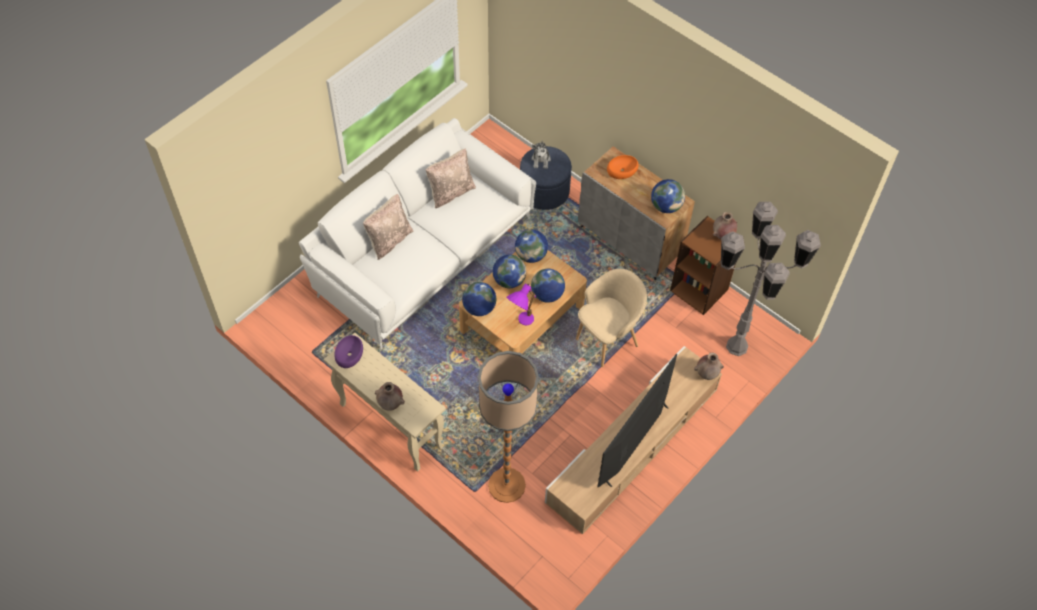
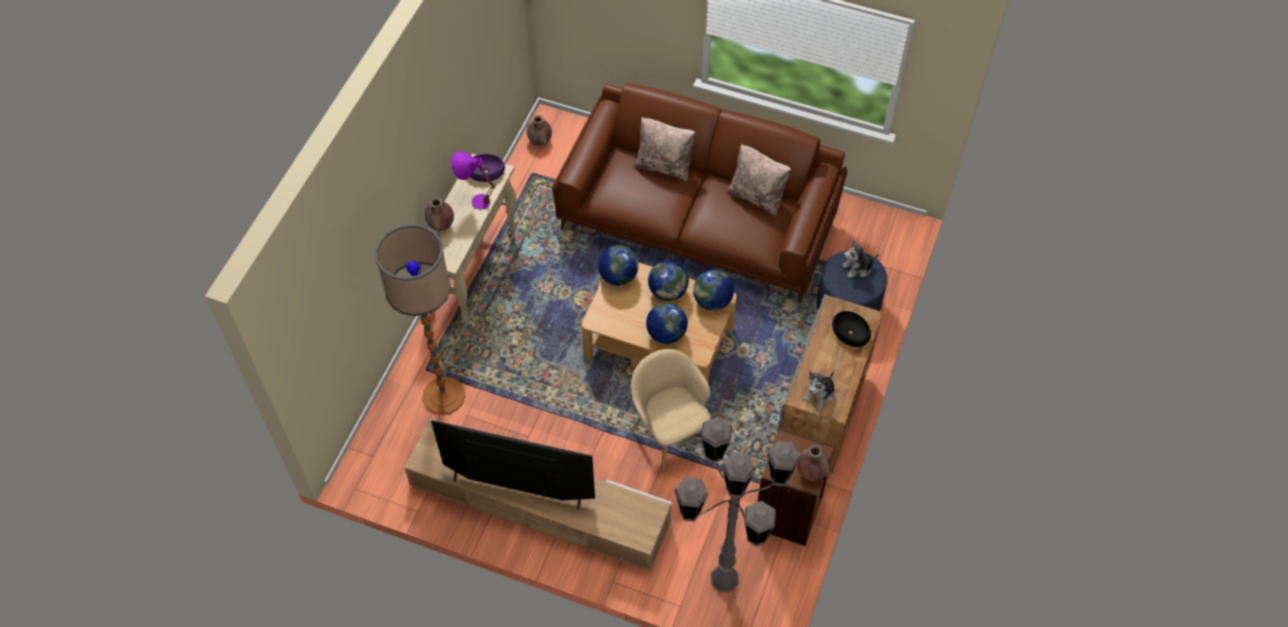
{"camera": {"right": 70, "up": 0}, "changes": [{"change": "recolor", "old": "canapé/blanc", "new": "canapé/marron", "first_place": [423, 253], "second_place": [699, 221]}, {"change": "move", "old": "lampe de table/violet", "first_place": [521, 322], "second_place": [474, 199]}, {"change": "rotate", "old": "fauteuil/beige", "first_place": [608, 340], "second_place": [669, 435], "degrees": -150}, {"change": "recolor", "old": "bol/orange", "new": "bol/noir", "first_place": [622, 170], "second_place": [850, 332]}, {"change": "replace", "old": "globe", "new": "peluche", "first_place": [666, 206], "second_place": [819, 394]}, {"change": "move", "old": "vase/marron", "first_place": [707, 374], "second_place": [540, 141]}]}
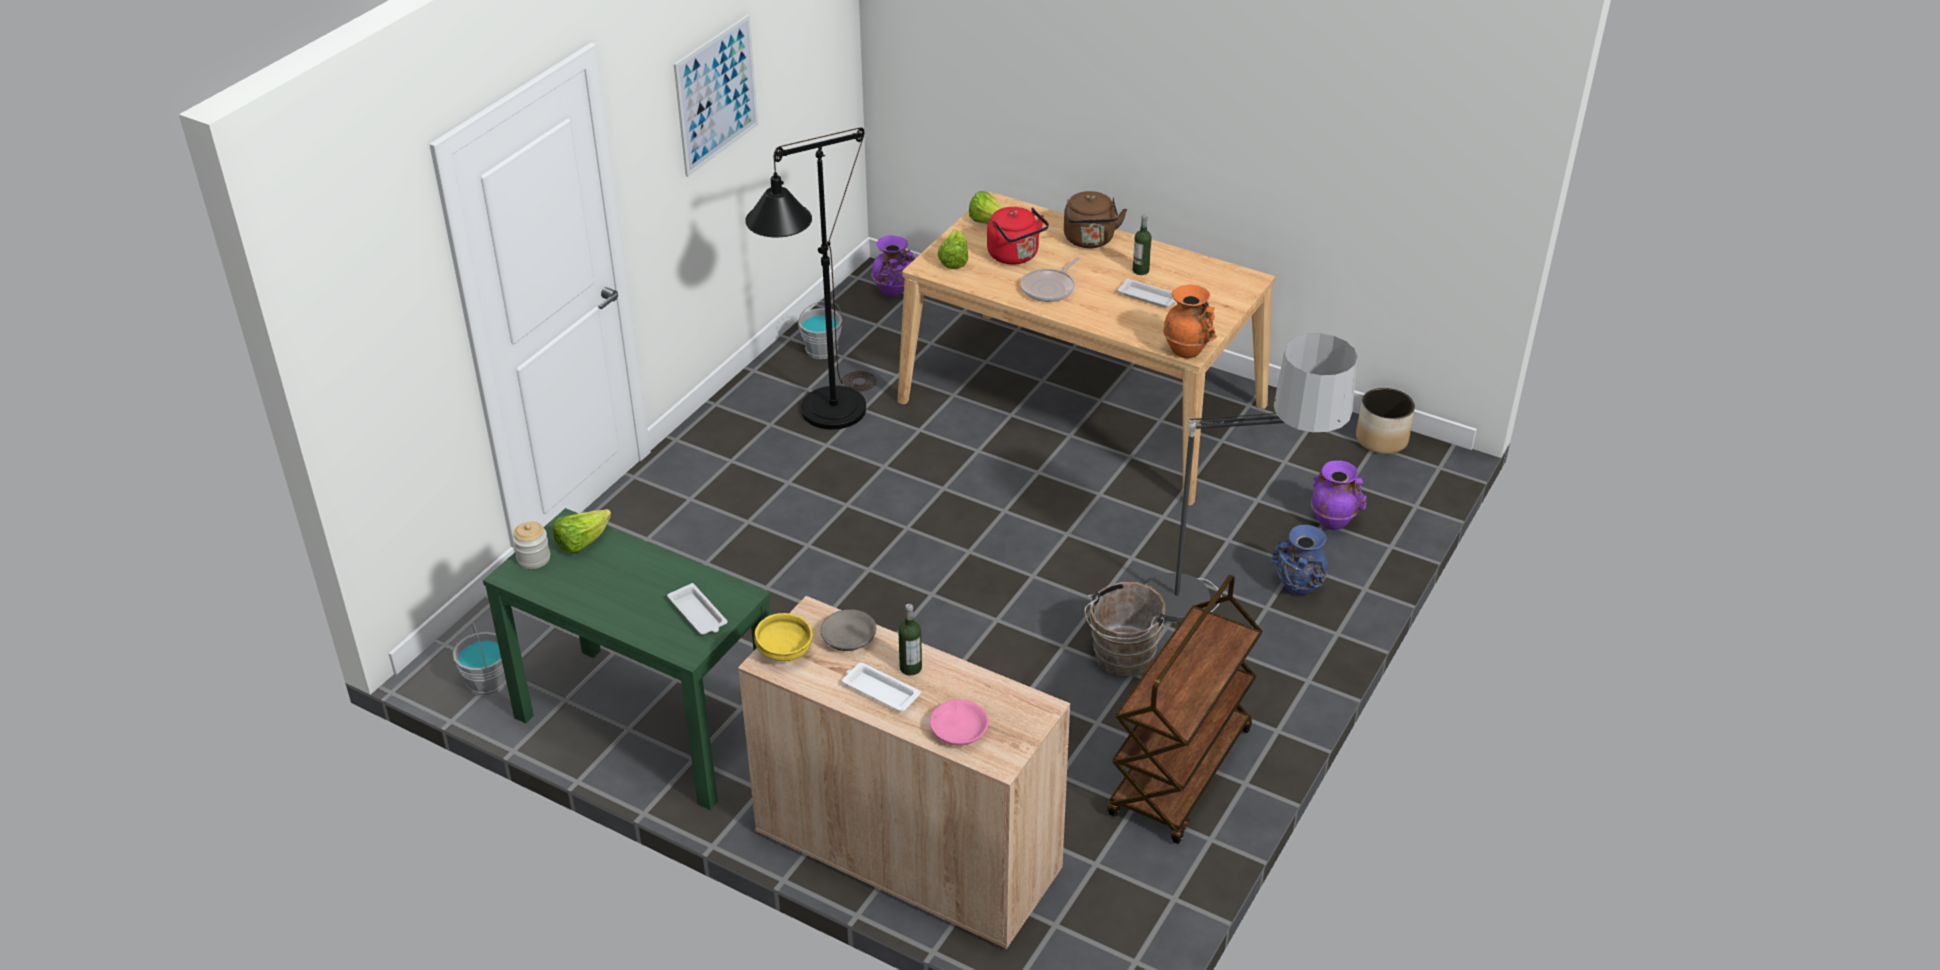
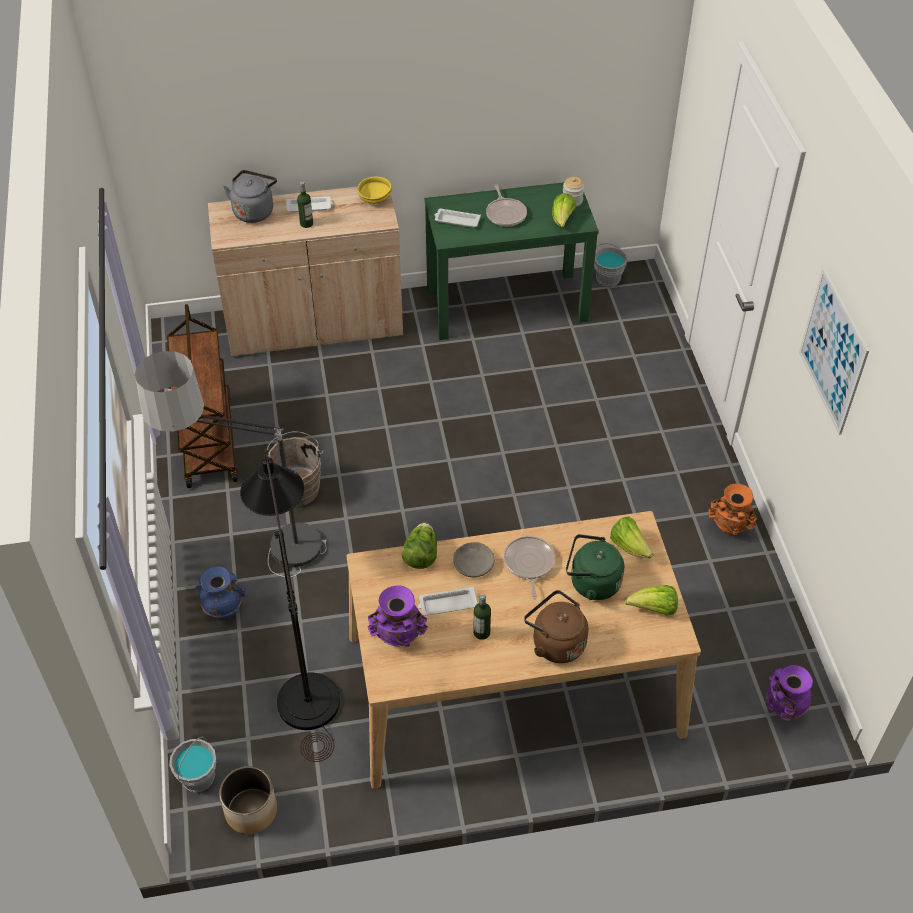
{"camera": {"right": 140, "up": 10}, "changes": [{"change": "move", "old": "lampadaire/noir", "first_place": [823, 420], "second_place": [306, 686]}, {"change": "move", "old": "seau/gris", "first_place": [821, 349], "second_place": [198, 777]}, {"change": "move", "old": "bol/gris", "first_place": [847, 638], "second_place": [473, 564]}, {"change": "replace", "old": "bol/rose", "new": "bouilloire/gris", "first_place": [958, 729], "second_place": [254, 211]}, {"change": "recolor", "old": "bouilloire/rouge", "new": "bouilloire/vert", "first_place": [1015, 256], "second_place": [591, 583]}, {"change": "move", "old": "vase/orange", "first_place": [1187, 350], "second_place": [729, 528]}, {"change": "move", "old": "vase/violet", "first_place": [1333, 521], "second_place": [398, 638]}, {"change": "insert", "new": "laitue", "second_place": [421, 555]}, {"change": "insert", "new": "poêle", "second_place": [505, 214]}]}
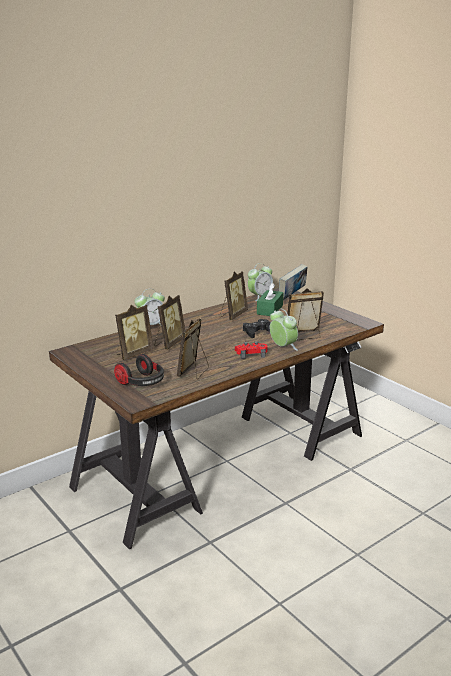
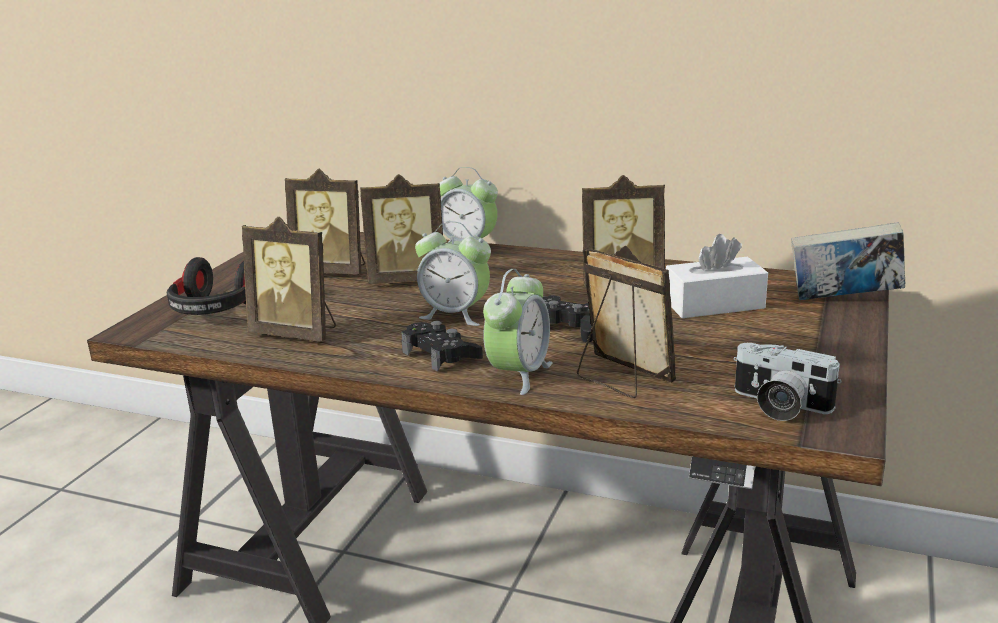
{"camera": {"right": 60, "up": 0}, "changes": [{"change": "rotate", "old": "cadre photo", "first_place": [194, 372], "second_place": [297, 333], "degrees": -150}, {"change": "recolor", "old": "manette/rouge", "new": "manette/noir", "first_place": [251, 354], "second_place": [441, 355]}, {"change": "move", "old": "réveil", "first_place": [260, 297], "second_place": [455, 314]}, {"change": "recolor", "old": "boîte à mouchoirs/vert", "new": "boîte à mouchoirs/blanc", "first_place": [270, 310], "second_place": [714, 304]}, {"change": "insert", "new": "appareil photo", "second_place": [779, 406]}]}
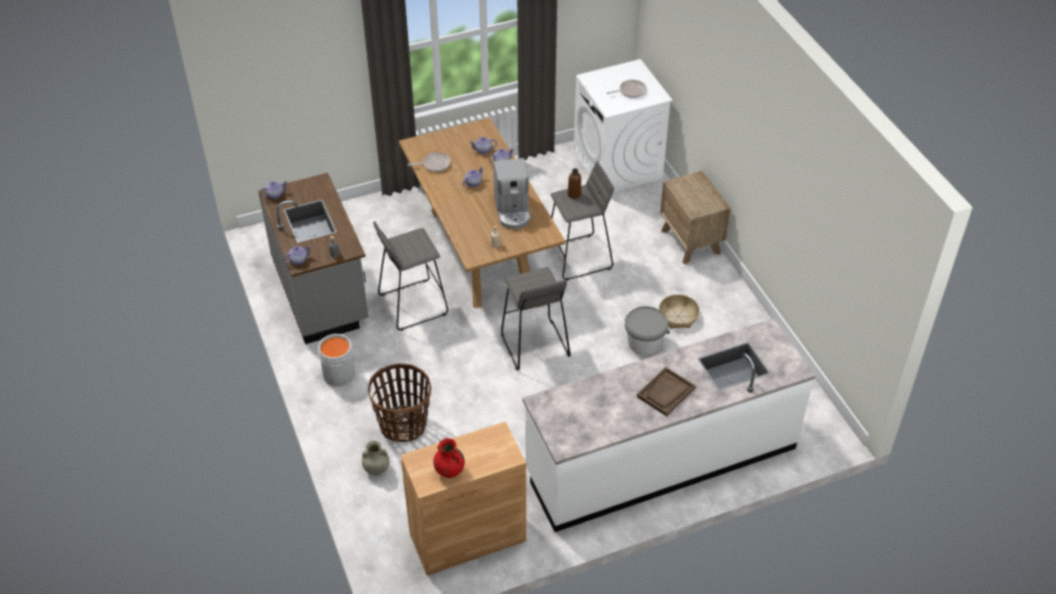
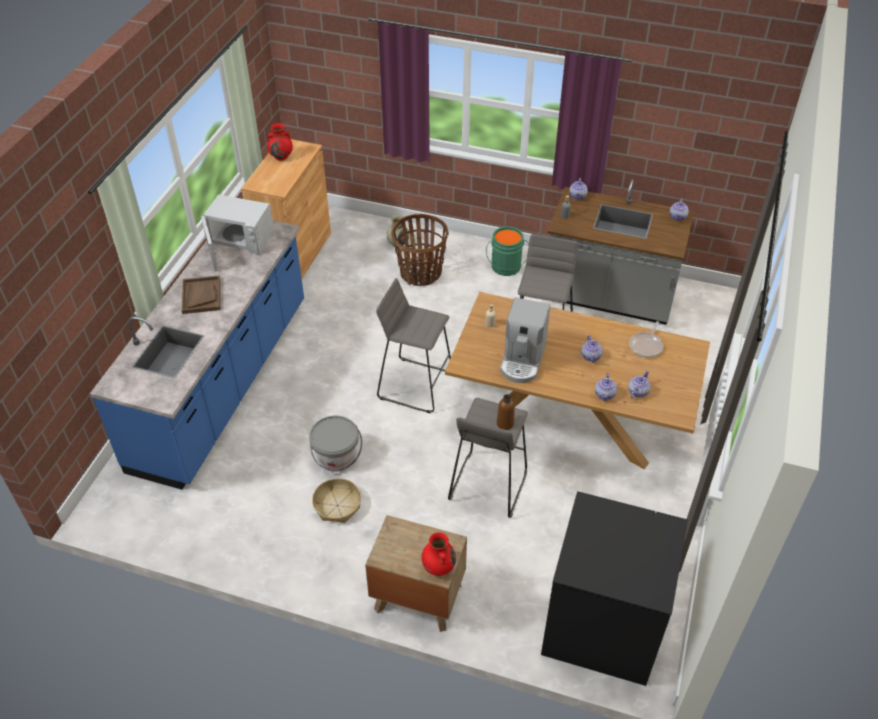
{"camera": {"right": 130, "up": 0}, "changes": [{"change": "recolor", "old": "seau/gris", "new": "seau/vert", "first_place": [340, 373], "second_place": [506, 267]}, {"change": "rotate", "old": "machine à café", "first_place": [513, 211], "second_place": [522, 360], "degrees": -105}, {"change": "recolor", "old": "comptoir de cuisine/blanc", "new": "comptoir de cuisine/bleu", "first_place": [661, 460], "second_place": [223, 384]}, {"change": "recolor", "old": "lave-linge/blanc", "new": "lave-linge/noir", "first_place": [618, 165], "second_place": [601, 626]}, {"change": "delete", "old": "poêle", "first_place": [630, 91]}, {"change": "insert", "new": "micro-ondes/blanc", "second_place": [238, 239]}, {"change": "insert", "new": "vase/rouge", "second_place": [438, 566]}]}
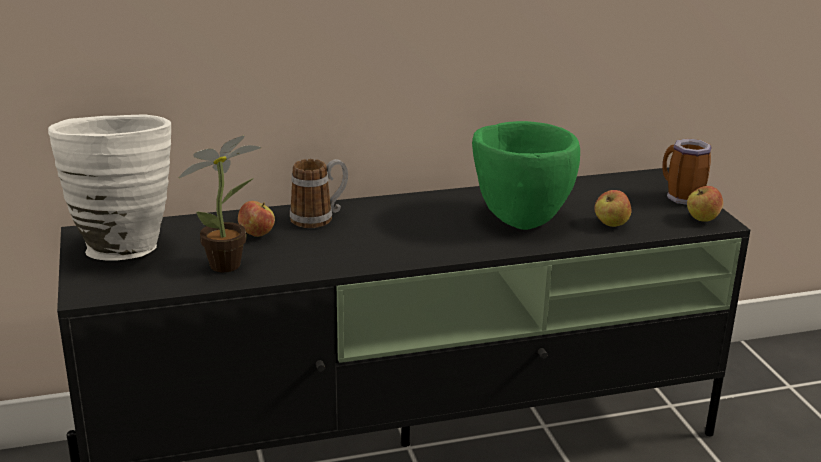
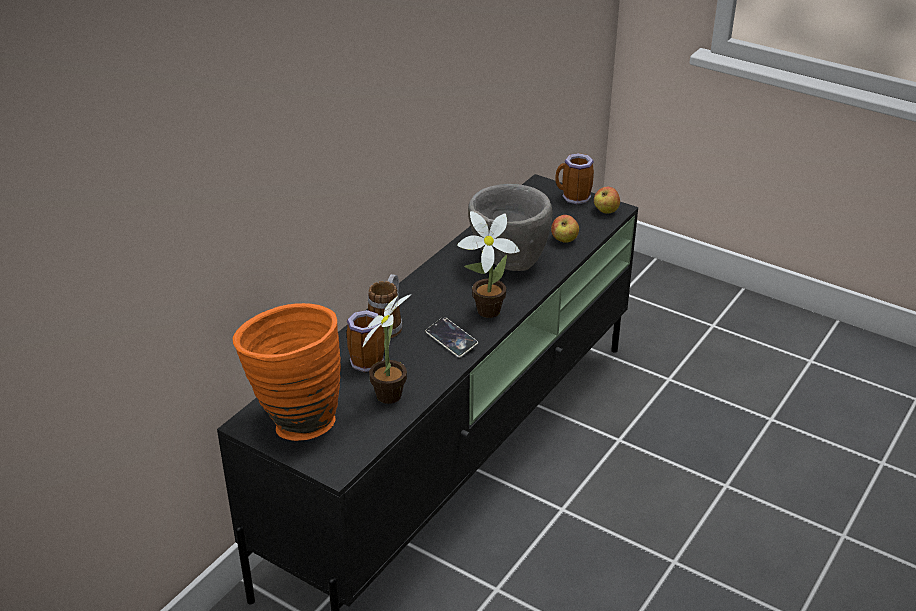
{"camera": {"right": -40, "up": 10}, "changes": [{"change": "recolor", "old": "vase/blanc", "new": "vase/orange", "first_place": [122, 247], "second_place": [294, 420]}, {"change": "replace", "old": "pomme", "new": "mug", "first_place": [257, 234], "second_place": [369, 360]}, {"change": "recolor", "old": "bol/vert", "new": "bol/gris", "first_place": [520, 217], "second_place": [508, 260]}, {"change": "insert", "new": "téléphone", "second_place": [451, 340]}, {"change": "insert", "new": "plante en pot", "second_place": [484, 311]}]}
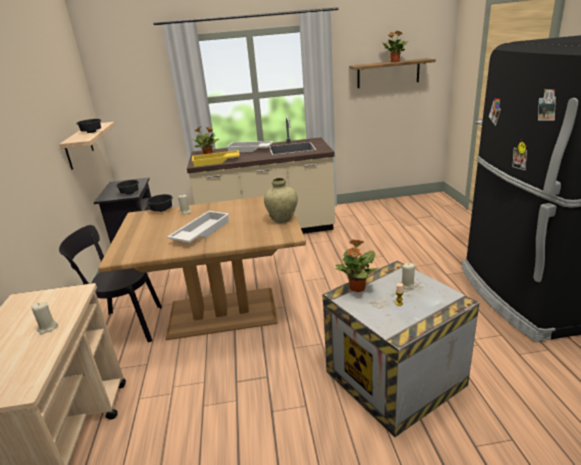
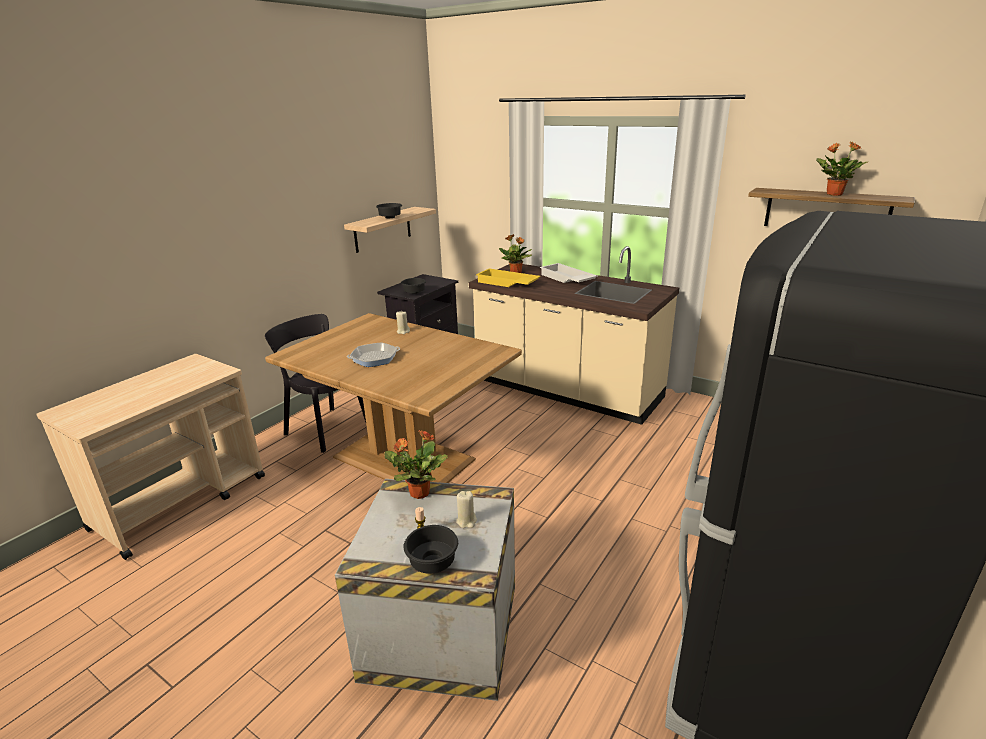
{"camera": {"right": 40, "up": 0}, "changes": [{"change": "delete", "old": "bougie/beige", "first_place": [47, 328]}, {"change": "move", "old": "bol/noir", "first_place": [162, 210], "second_place": [433, 564]}, {"change": "replace", "old": "plateau/blanc", "new": "poêle", "first_place": [200, 232], "second_place": [374, 358]}, {"change": "delete", "old": "vase/beige", "first_place": [282, 219]}]}
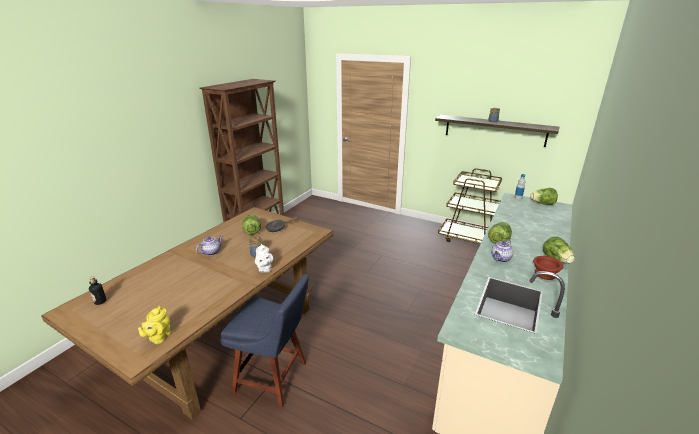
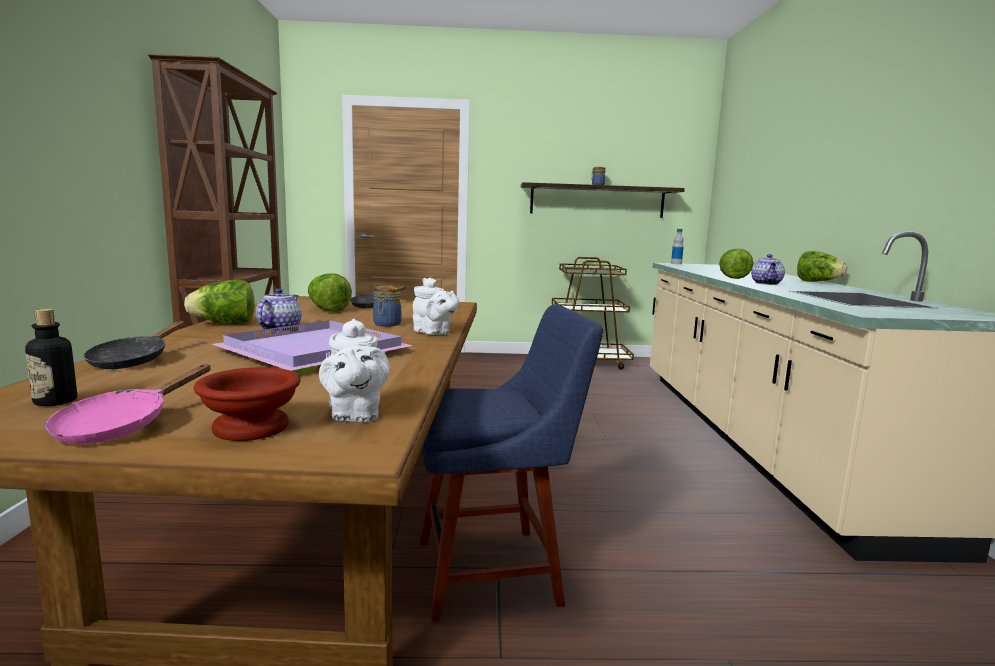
{"camera": {"right": -30, "up": -15}, "changes": [{"change": "recolor", "old": "théière/jaune", "new": "théière/blanc", "first_place": [158, 337], "second_place": [354, 415]}, {"change": "move", "old": "laitue", "first_place": [542, 204], "second_place": [225, 324]}, {"change": "move", "old": "bol/marron", "first_place": [545, 275], "second_place": [252, 428]}, {"change": "insert", "new": "poêle/rose", "second_place": [121, 426]}, {"change": "insert", "new": "poêle/noir", "second_place": [133, 360]}, {"change": "insert", "new": "plateau/violet", "second_place": [315, 350]}]}
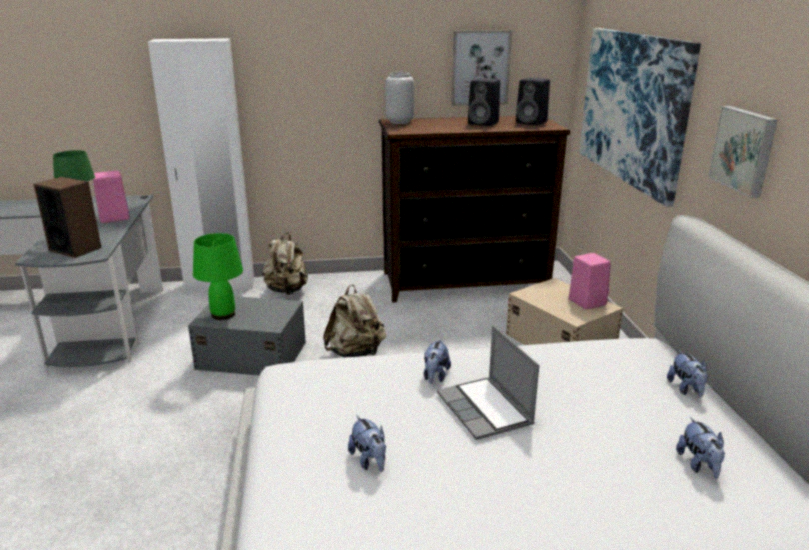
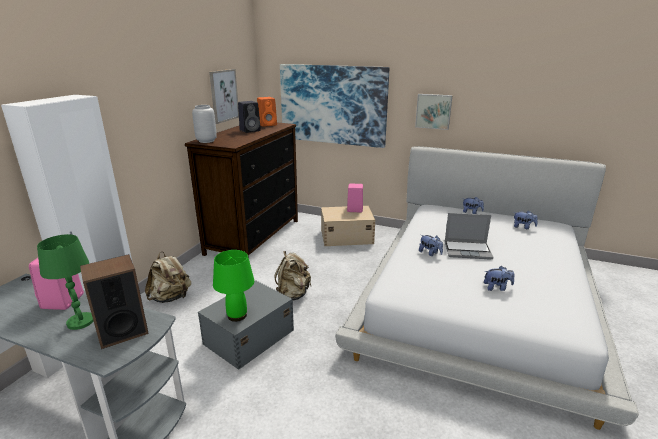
{"camera": {"right": -60, "up": 0}, "changes": [{"change": "recolor", "old": "enceinte/noir", "new": "enceinte/orange", "first_place": [532, 122], "second_place": [268, 124]}]}
